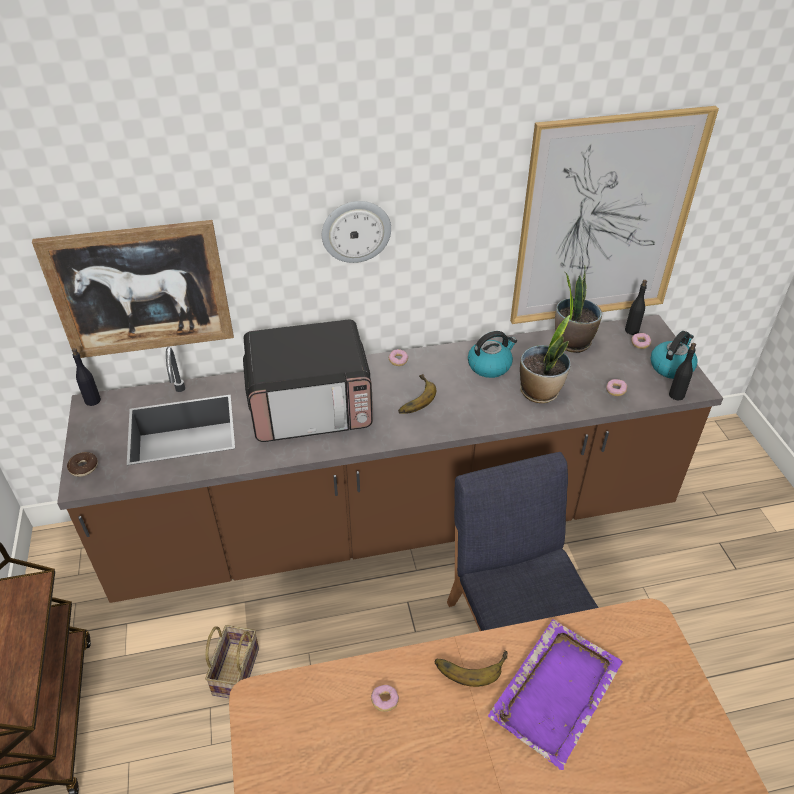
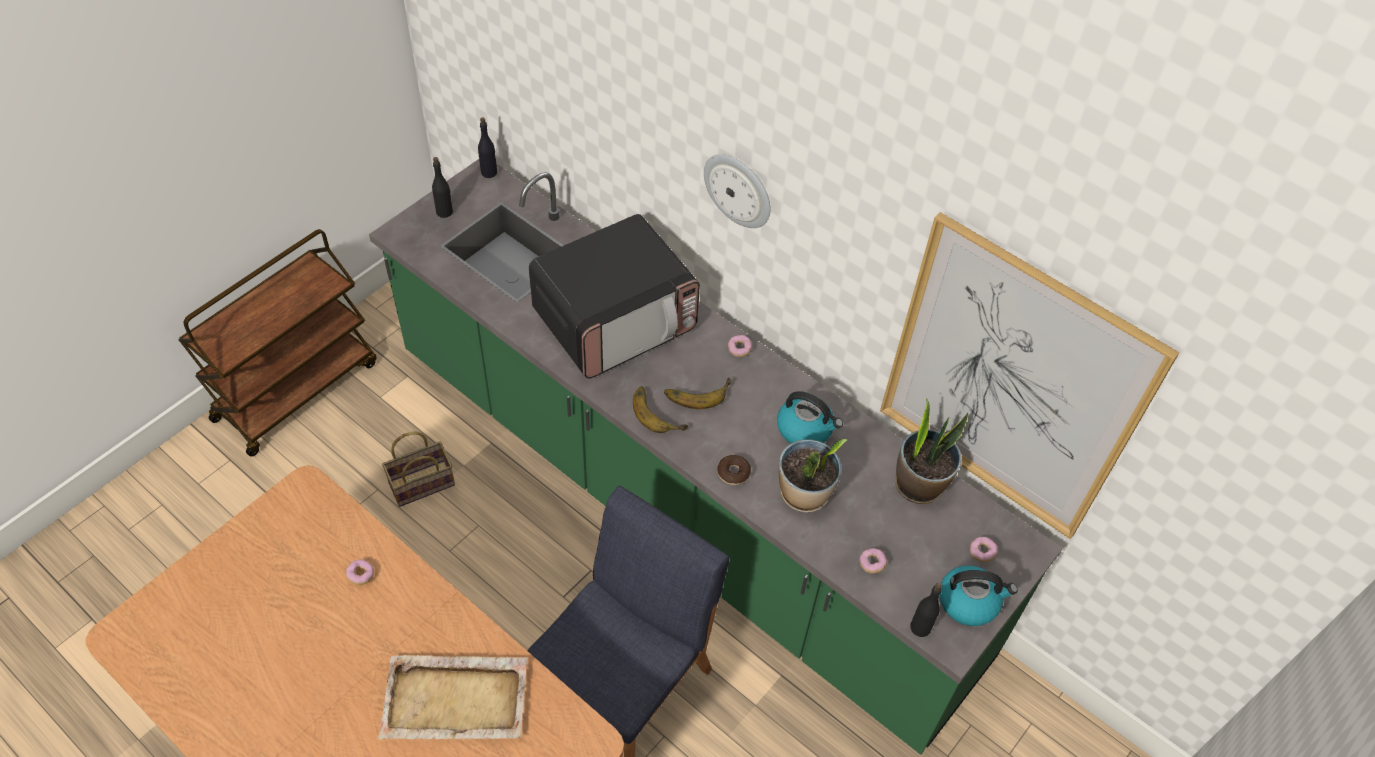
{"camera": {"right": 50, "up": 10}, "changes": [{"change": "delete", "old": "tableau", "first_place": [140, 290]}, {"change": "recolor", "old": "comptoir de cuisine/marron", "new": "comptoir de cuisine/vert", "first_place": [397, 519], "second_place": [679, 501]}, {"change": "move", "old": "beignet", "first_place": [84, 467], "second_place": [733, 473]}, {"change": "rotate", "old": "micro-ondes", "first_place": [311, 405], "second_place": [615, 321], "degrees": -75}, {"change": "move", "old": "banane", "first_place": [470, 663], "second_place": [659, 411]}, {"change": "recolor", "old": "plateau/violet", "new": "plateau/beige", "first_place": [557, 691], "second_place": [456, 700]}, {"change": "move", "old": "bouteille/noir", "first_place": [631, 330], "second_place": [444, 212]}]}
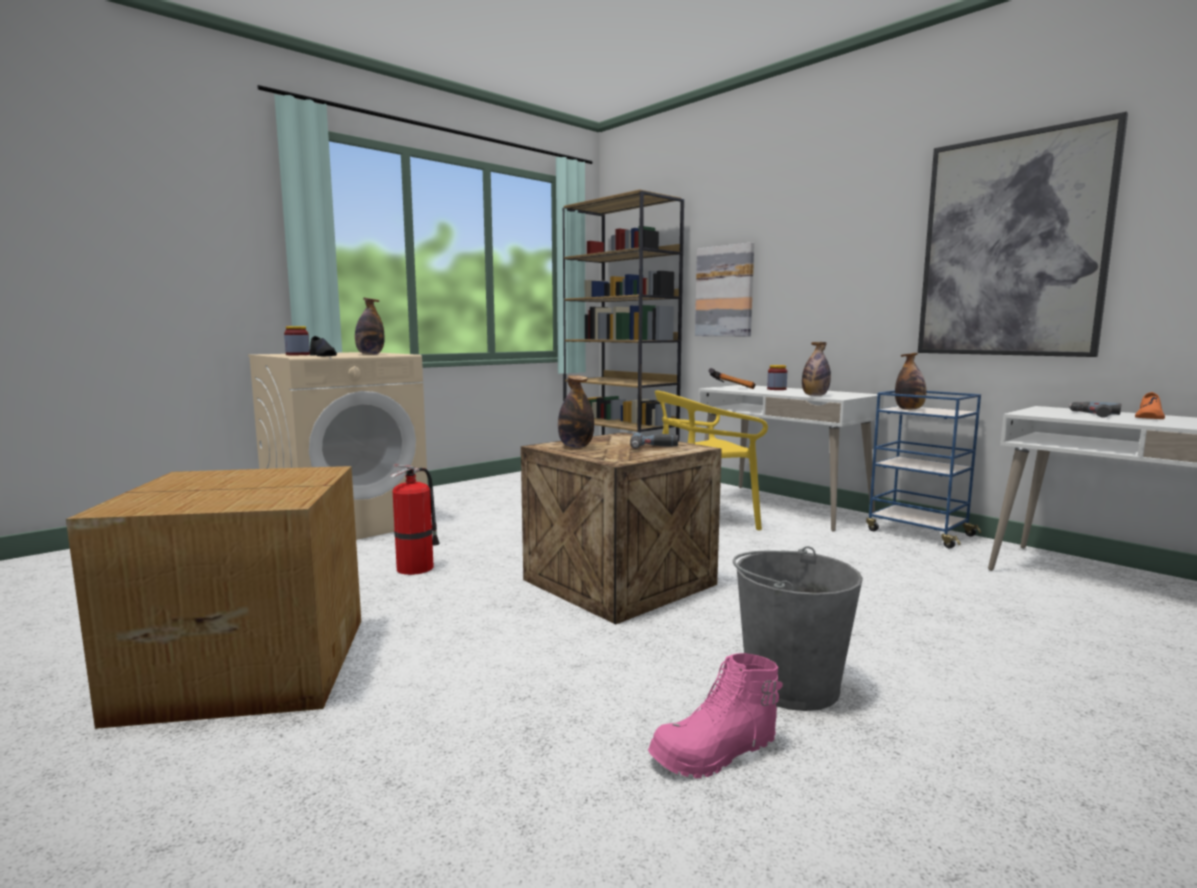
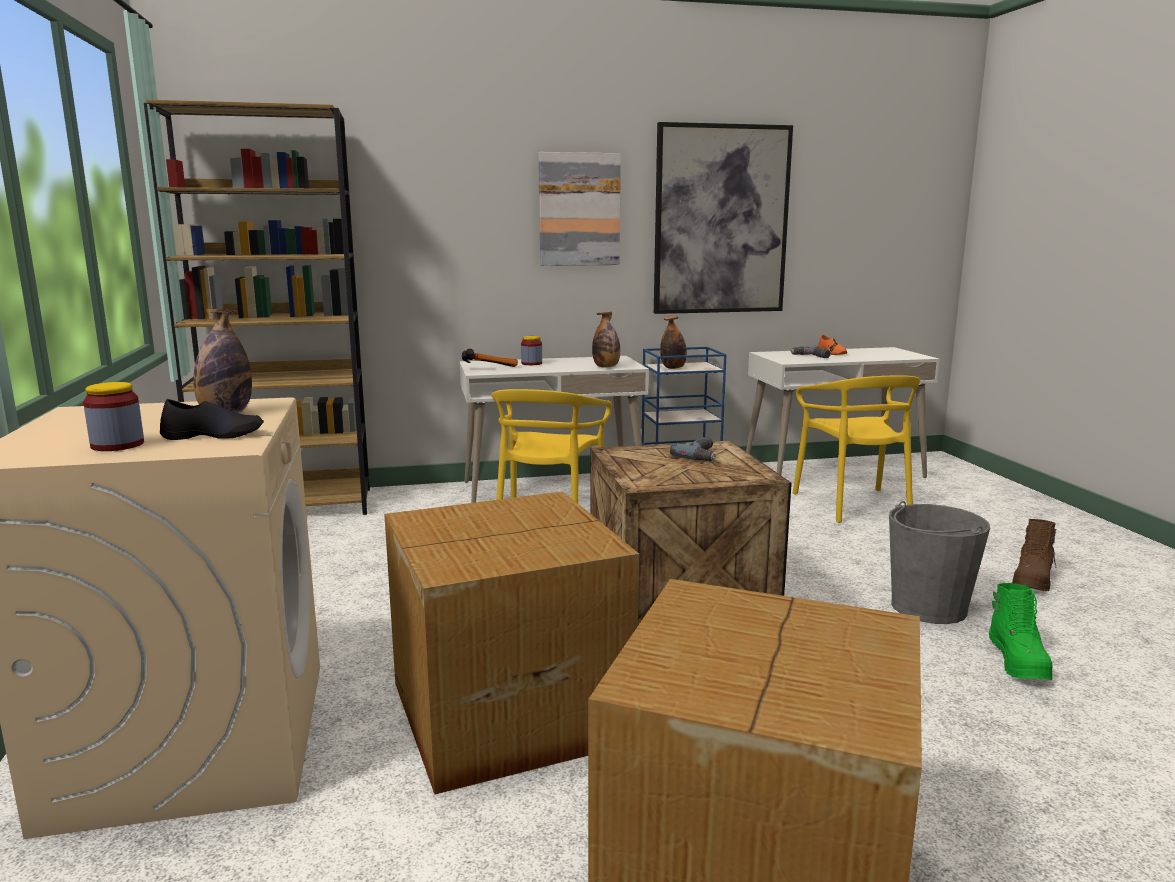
{"camera": {"right": -60, "up": 5}, "changes": [{"change": "replace", "old": "extincteur", "new": "carton", "first_place": [416, 567], "second_place": [504, 711]}, {"change": "delete", "old": "bouteille", "first_place": [576, 446]}, {"change": "recolor", "old": "botte/rose", "new": "botte/vert", "first_place": [715, 754], "second_place": [1019, 662]}, {"change": "move", "old": "tableau", "first_place": [724, 291], "second_place": [579, 209]}, {"change": "insert", "new": "chaise/jaune", "second_place": [853, 505]}, {"change": "insert", "new": "botte/marron", "second_place": [1032, 580]}]}
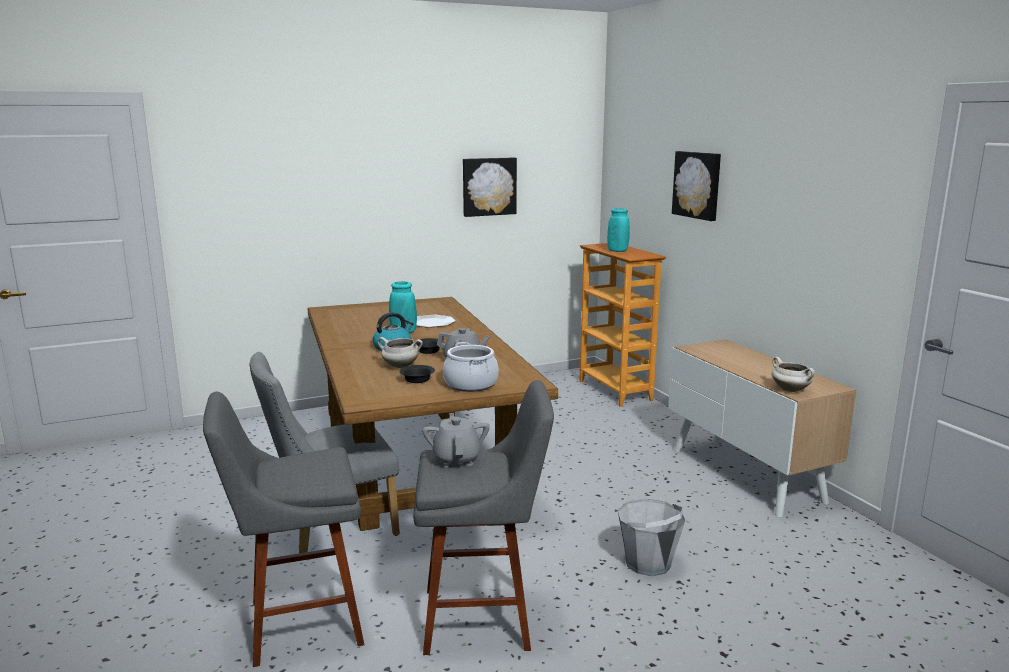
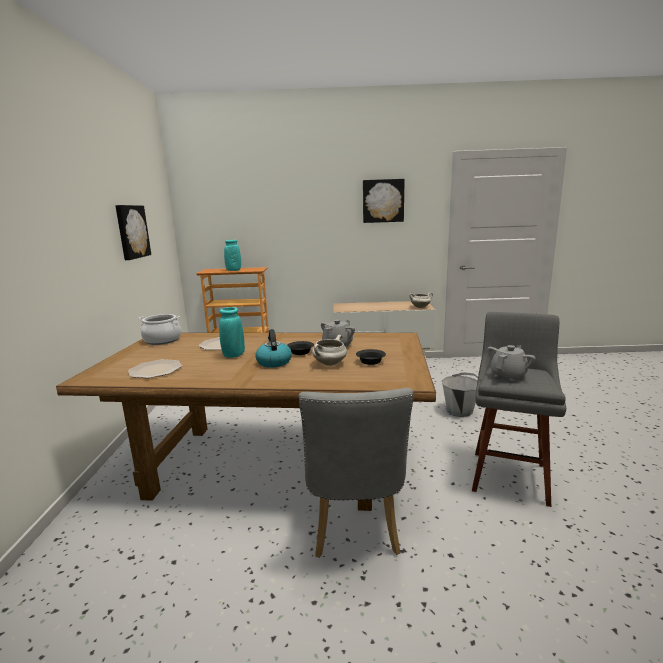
{"camera": {"right": -65, "up": 0}, "changes": [{"change": "delete", "old": "tabouret/gris", "first_place": [298, 624]}, {"change": "rotate", "old": "théière/gris", "first_place": [456, 459], "second_place": [508, 375], "degrees": 120}, {"change": "move", "old": "marmite", "first_place": [471, 384], "second_place": [162, 340]}, {"change": "move", "old": "tableau", "first_place": [698, 185], "second_place": [383, 201]}, {"change": "insert", "new": "assiette", "second_place": [156, 370]}]}
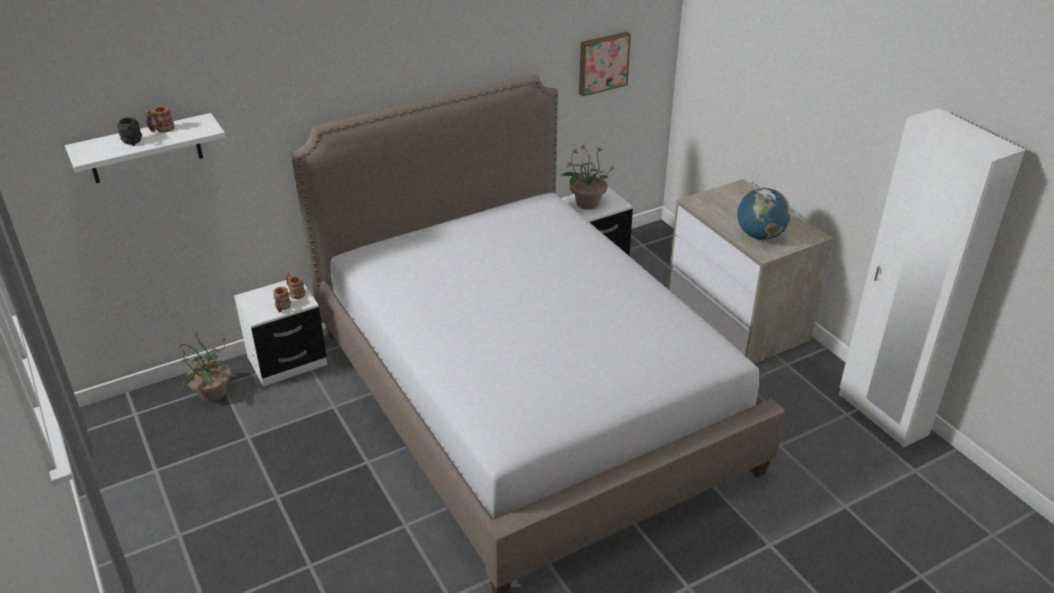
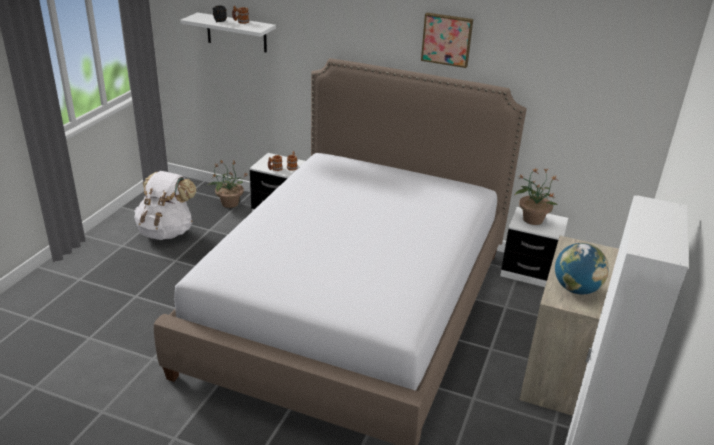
{"camera": {"right": 50, "up": -5}, "changes": [{"change": "move", "old": "tableau", "first_place": [602, 63], "second_place": [447, 39]}, {"change": "insert", "new": "sac à dos/blanc", "second_place": [166, 231]}]}
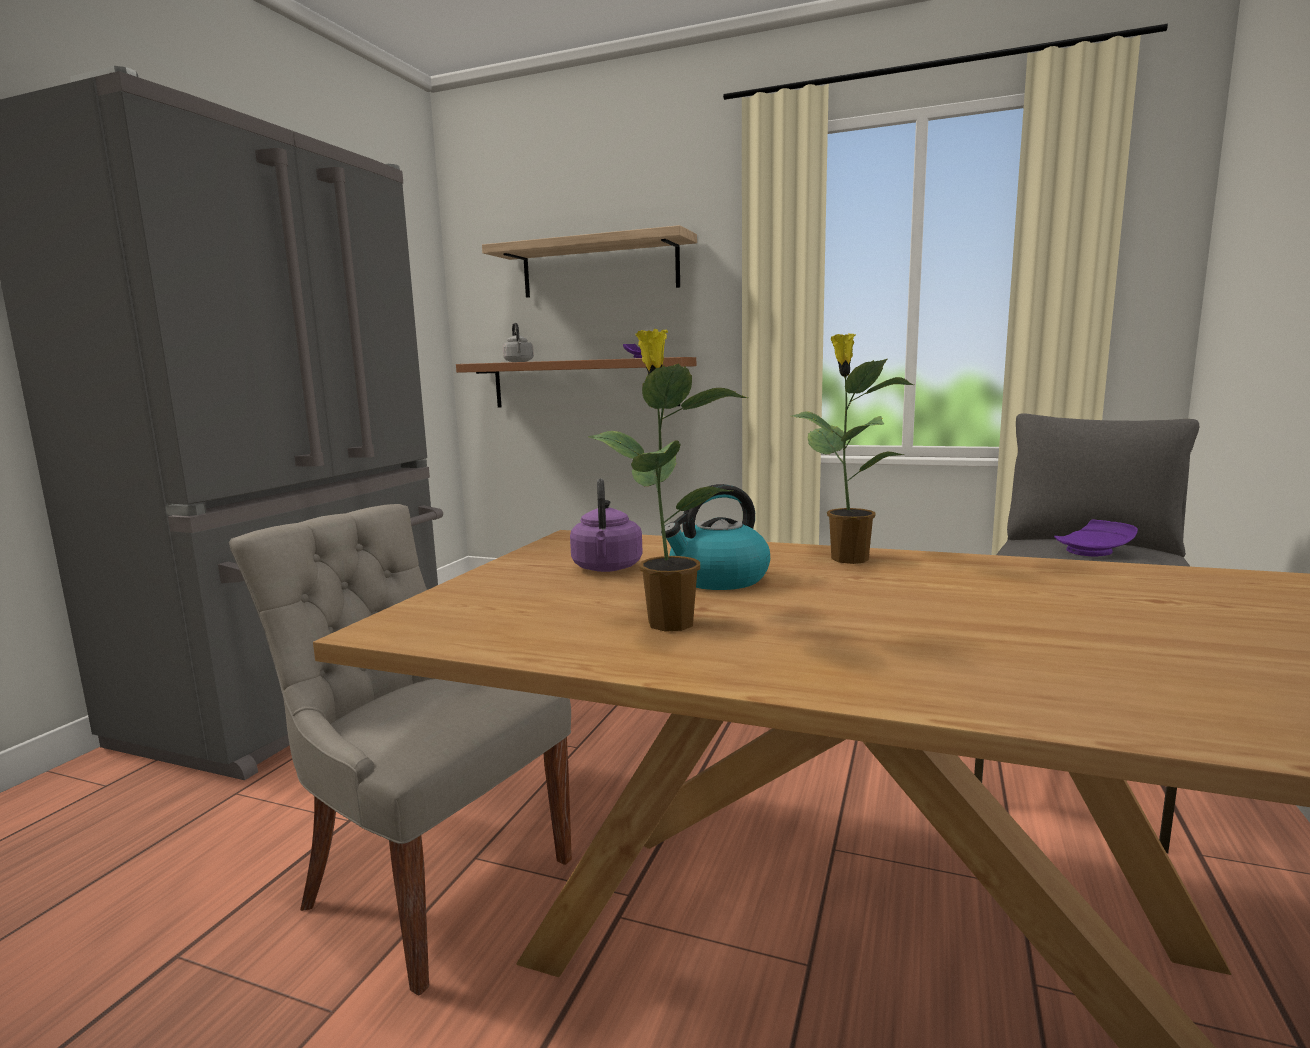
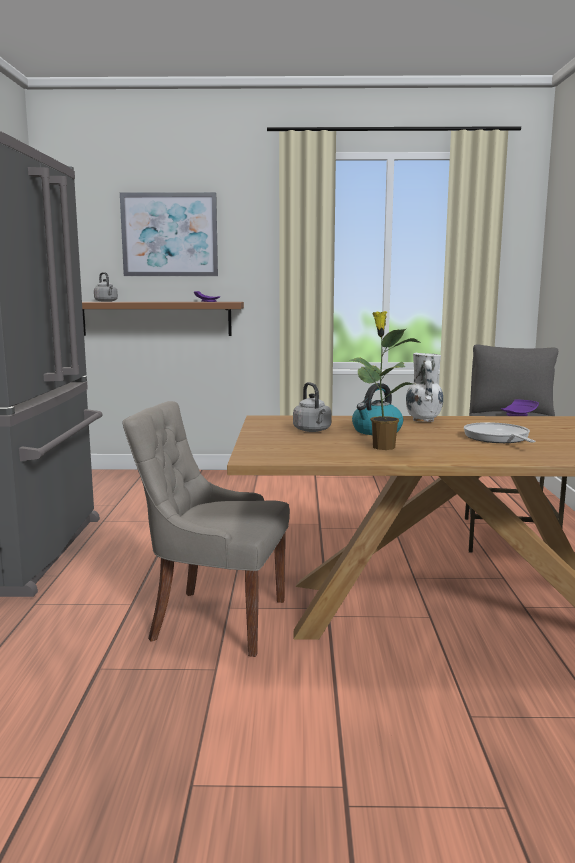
{"camera": {"right": -20, "up": 0}, "changes": [{"change": "replace", "old": "étagère", "new": "tableau", "first_place": [599, 268], "second_place": [169, 235]}, {"change": "recolor", "old": "bouilloire/violet", "new": "bouilloire/gris", "first_place": [607, 568], "second_place": [313, 430]}, {"change": "replace", "old": "plante en pot", "new": "vase/blanc", "first_place": [846, 558], "second_place": [423, 420]}, {"change": "insert", "new": "poêle", "second_place": [497, 438]}]}
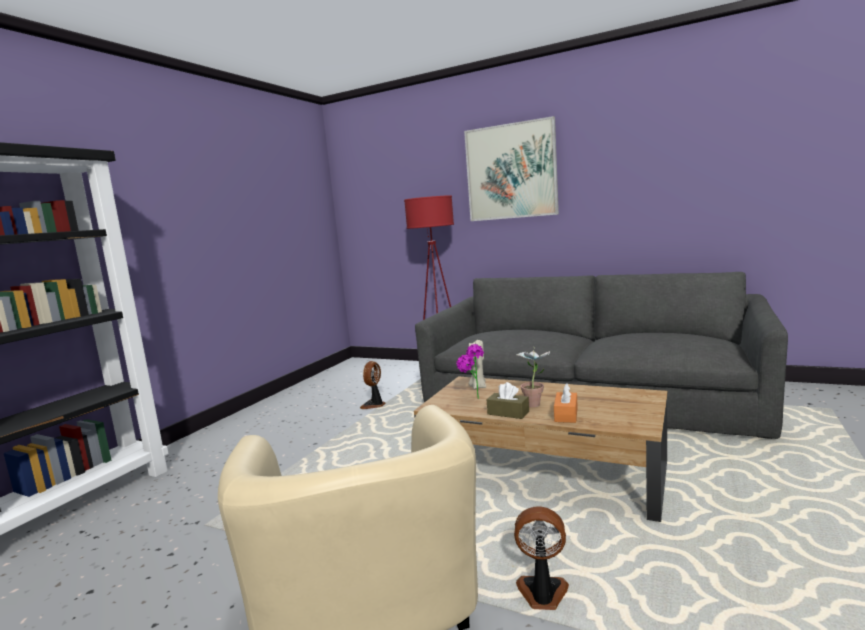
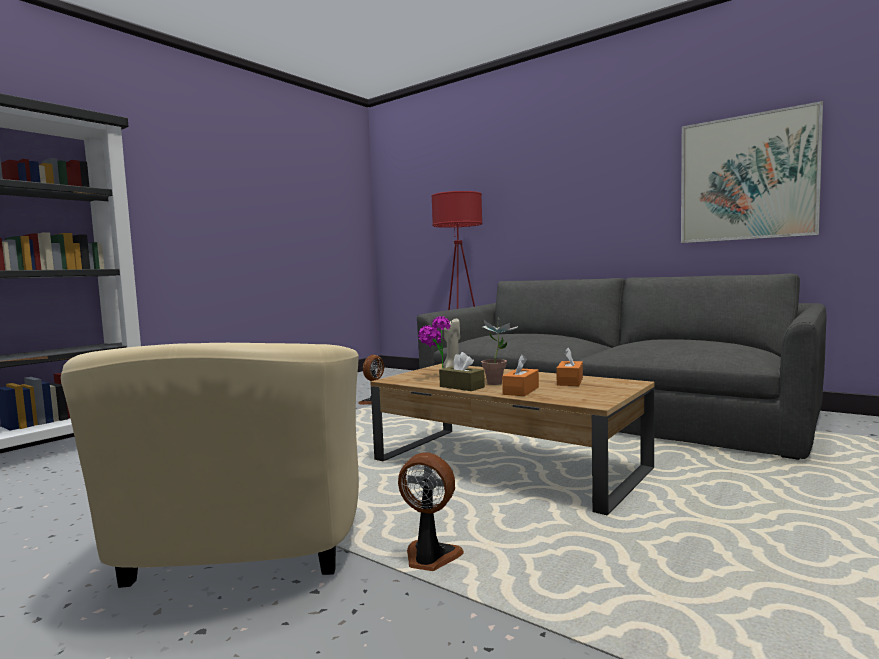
{"camera": {"right": 10, "up": -5}, "changes": [{"change": "move", "old": "tableau", "first_place": [511, 171], "second_place": [747, 178]}, {"change": "insert", "new": "boîte à mouchoirs/orange", "second_place": [570, 381]}]}
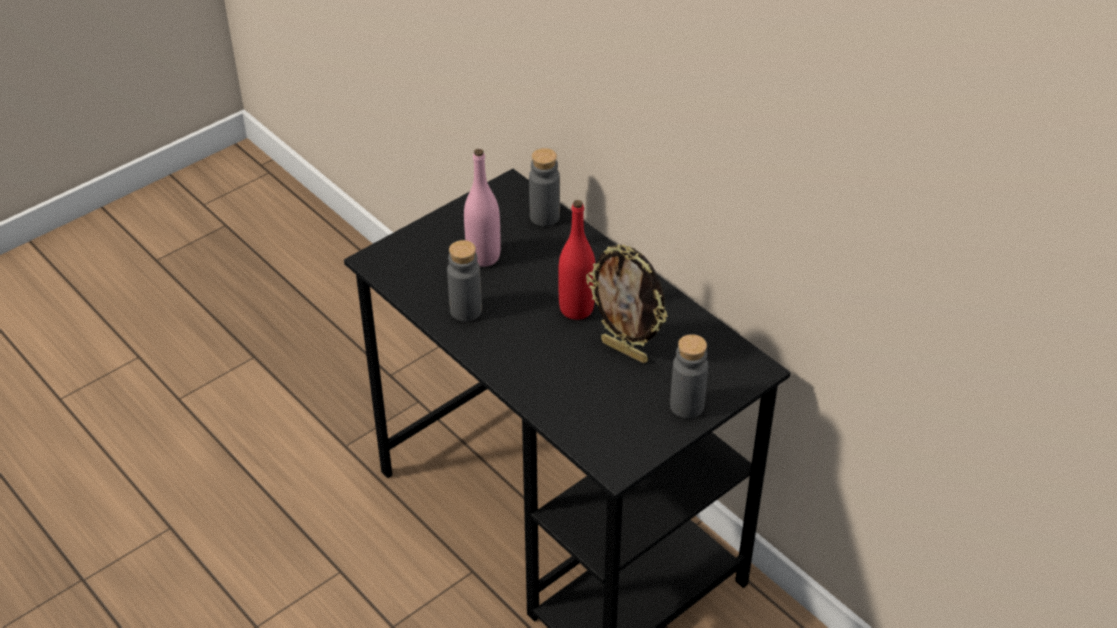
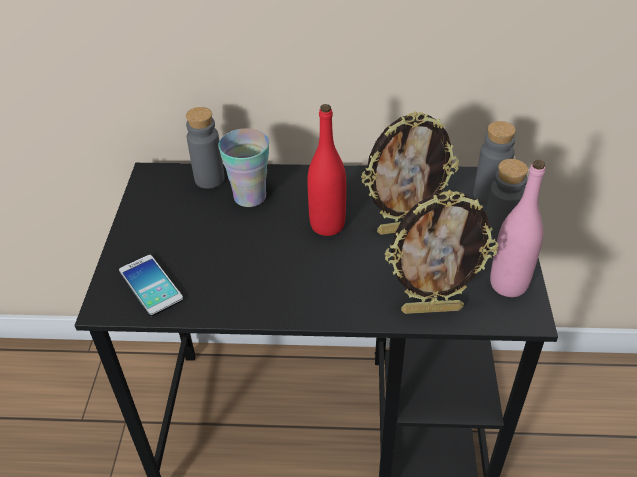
{"camera": {"right": -45, "up": 0}, "changes": [{"change": "move", "old": "bouteille/gris", "first_place": [466, 310], "second_place": [488, 195]}, {"change": "move", "old": "bouteille/rose", "first_place": [483, 257], "second_place": [508, 284]}, {"change": "insert", "new": "téléphone", "second_place": [150, 285]}, {"change": "insert", "new": "tasse", "second_place": [250, 197]}, {"change": "insert", "new": "cadre photo", "second_place": [432, 308]}]}
